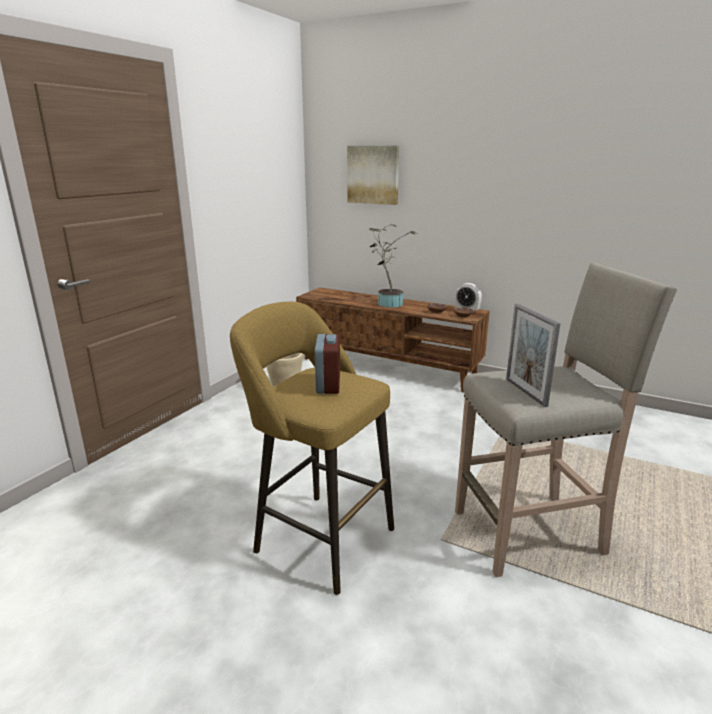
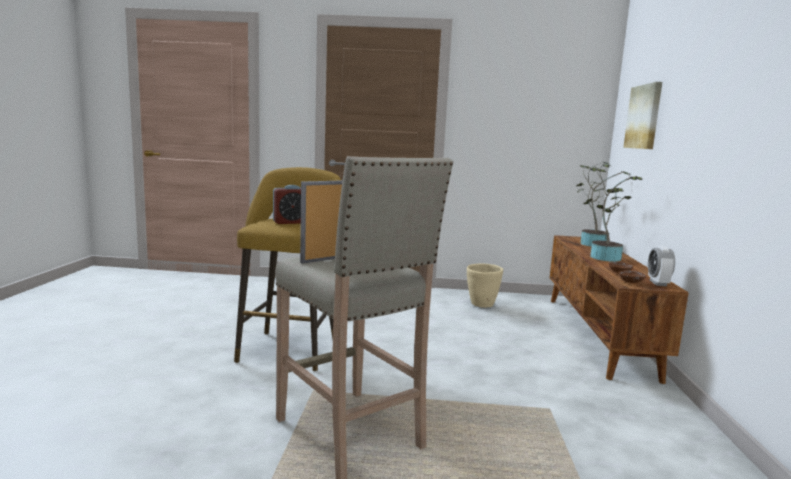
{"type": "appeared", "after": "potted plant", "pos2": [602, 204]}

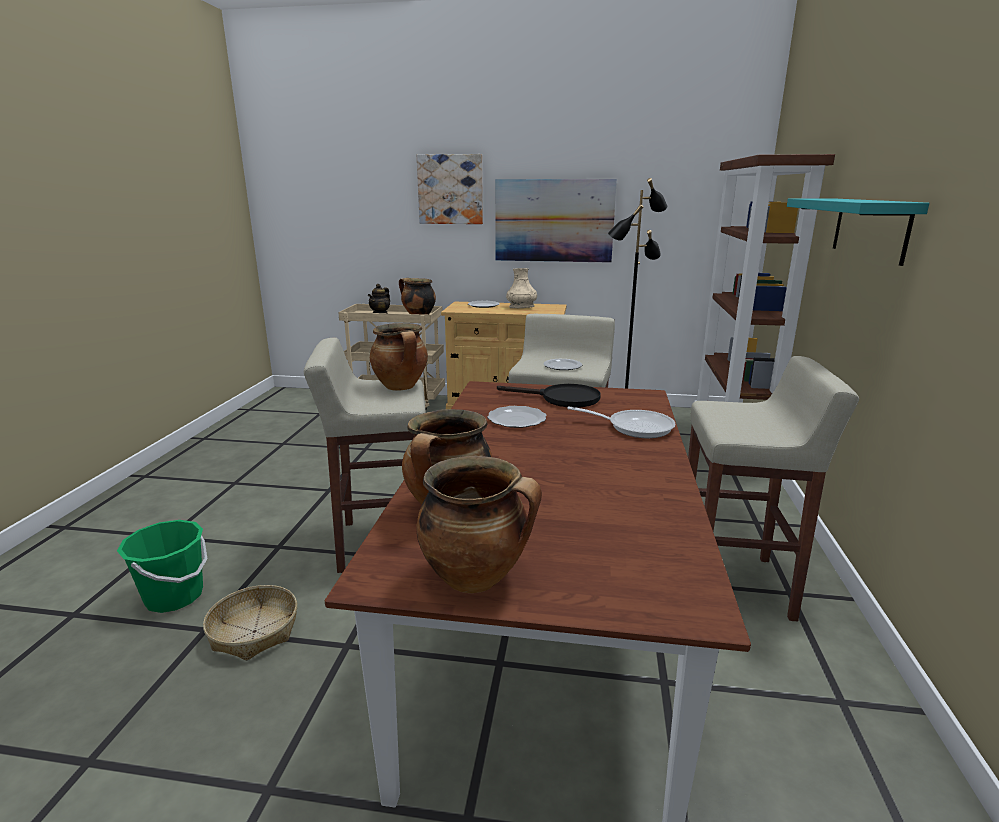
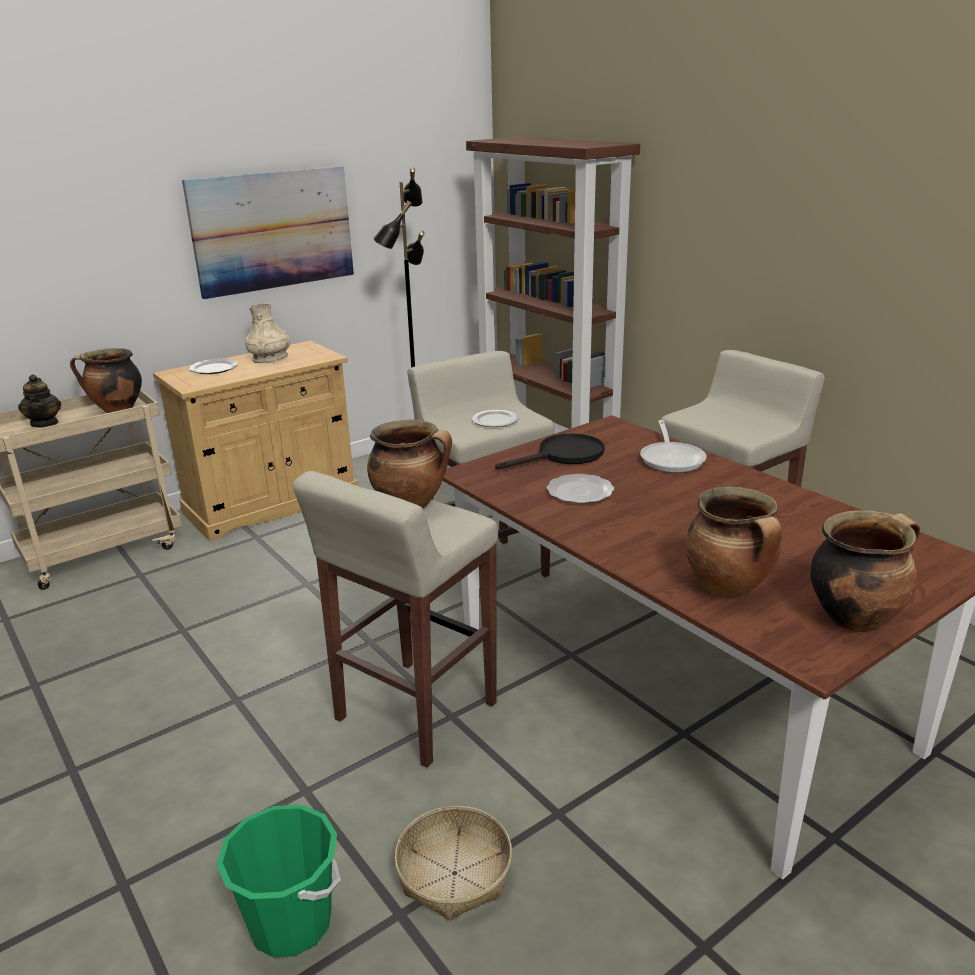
{"type": "spun", "before": "frying pan", "pos1": [621, 422], "pos2": [673, 446], "turn": 120}
{"type": "missing", "before": "picture", "pos1": [450, 189]}
{"type": "missing", "before": "turquoise shelf", "pos1": [858, 232]}

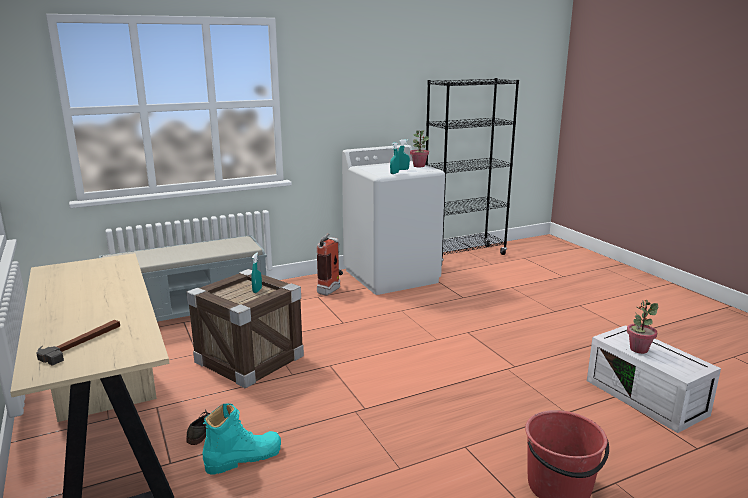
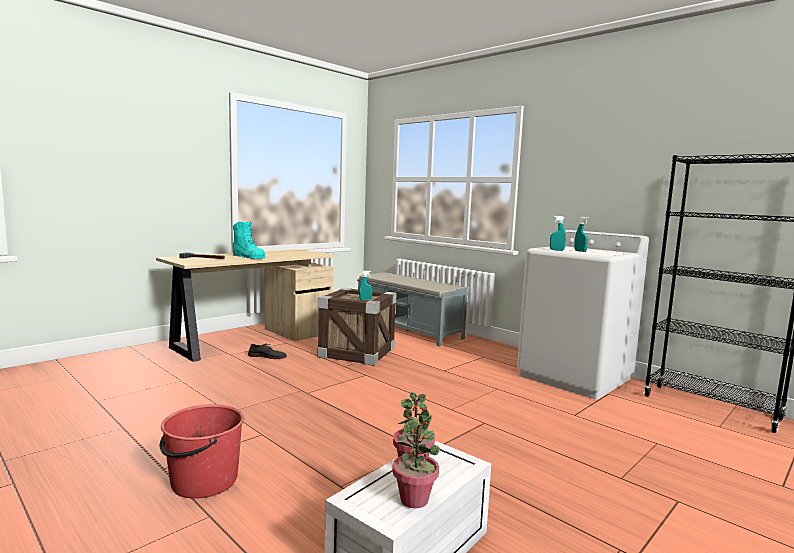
{"type": "relocated", "before": "turquoise boot", "pos1": [241, 438], "pos2": [249, 240]}
{"type": "relocated", "before": "potted plant", "pos1": [419, 148], "pos2": [416, 461]}
{"type": "missing", "before": "fire extinguisher", "pos1": [330, 264]}

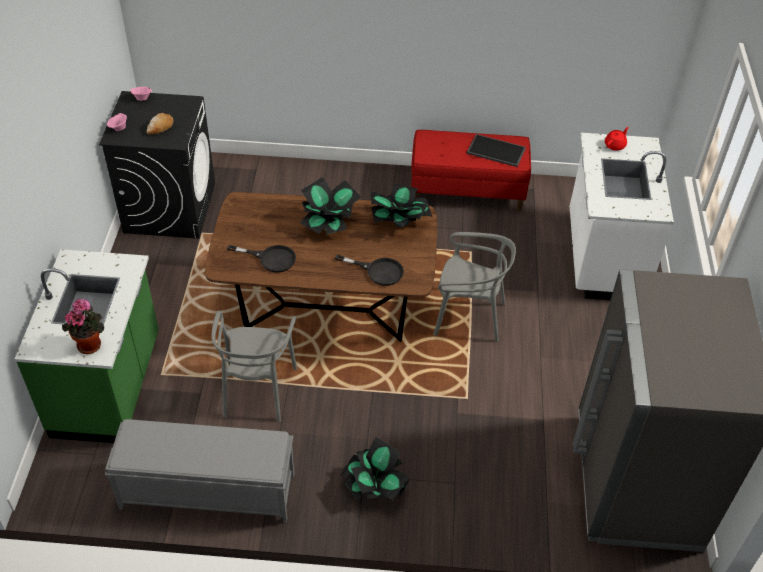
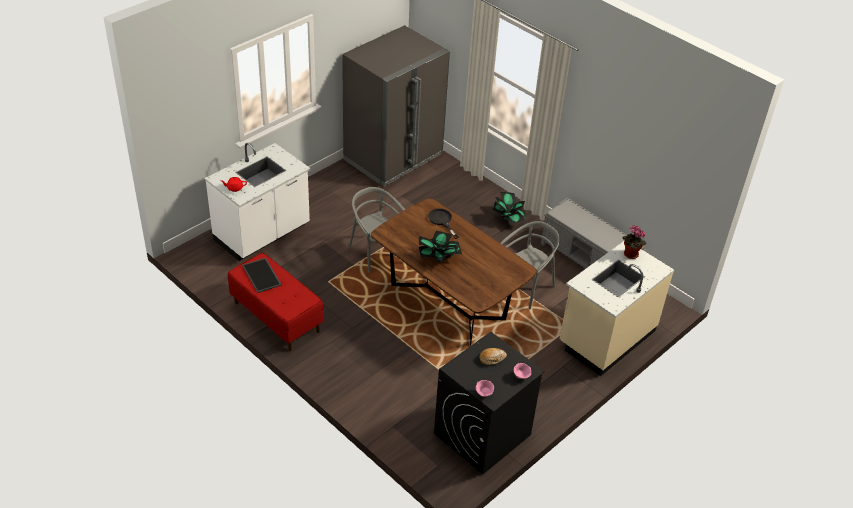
{"type": "colour", "before": "green counter", "after": "beige counter", "pos1": [87, 346], "pos2": [617, 308]}
{"type": "missing", "before": "black frying pan", "pos1": [261, 259]}
{"type": "missing", "before": "potted plant", "pos1": [401, 205]}

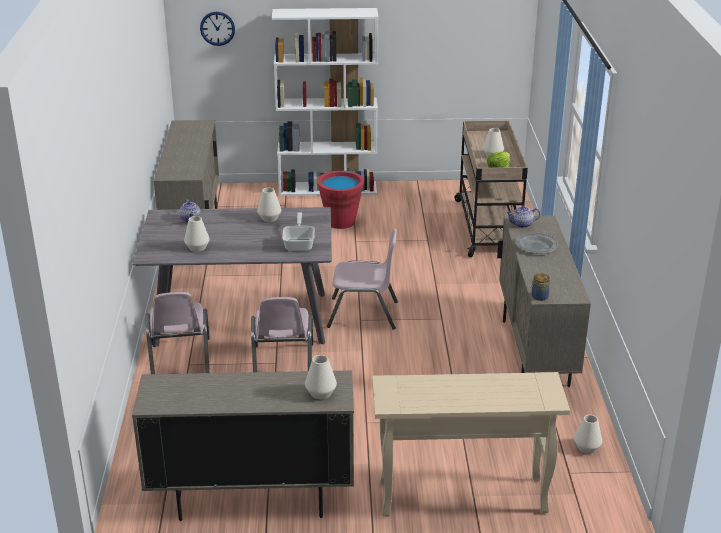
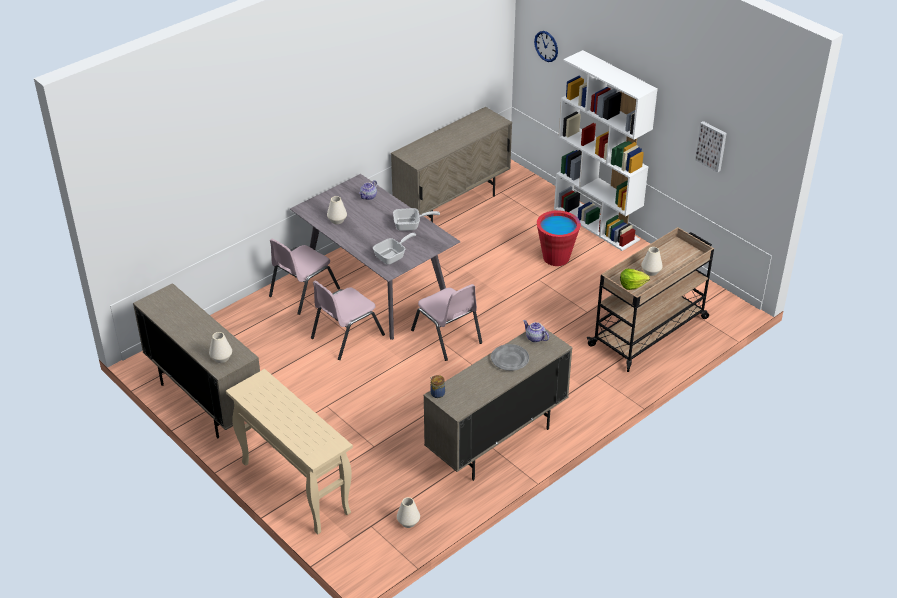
{"type": "exchanged", "before": "white vase", "after": "frying pan", "pos1": [269, 205], "pos2": [416, 219]}
{"type": "appeared", "after": "picture", "pos2": [711, 146]}

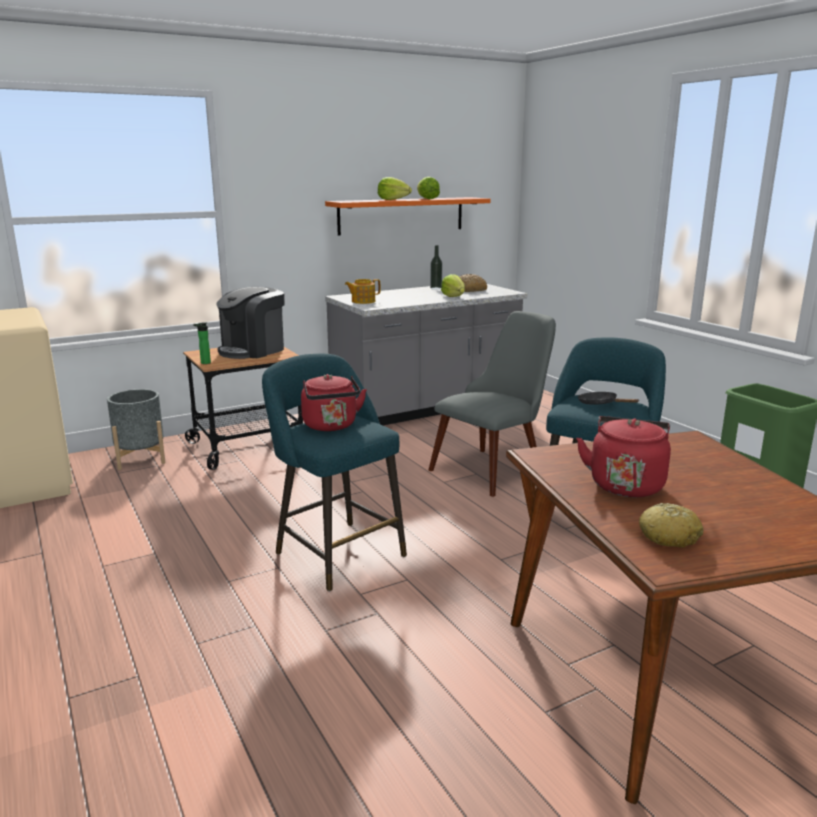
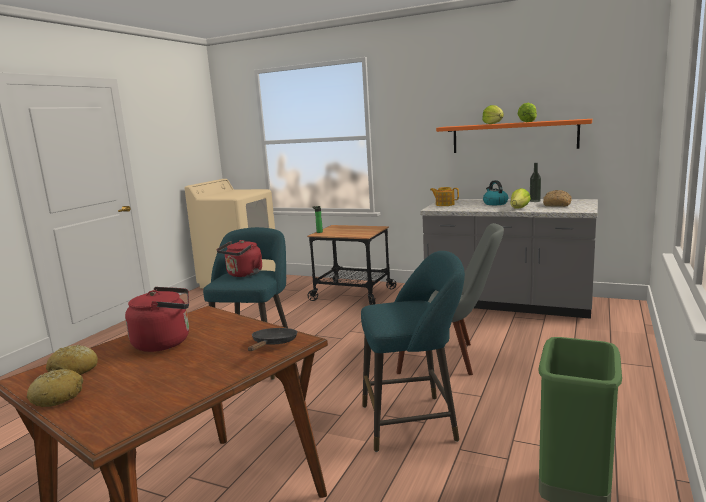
{"type": "appeared", "after": "bread", "pos2": [54, 388]}
{"type": "relocated", "before": "black frying pan", "pos1": [608, 398], "pos2": [272, 339]}
{"type": "appeared", "after": "kettle", "pos2": [495, 192]}
{"type": "missing", "before": "grey planter", "pos1": [136, 429]}
{"type": "missing", "before": "coffee machine", "pos1": [250, 323]}

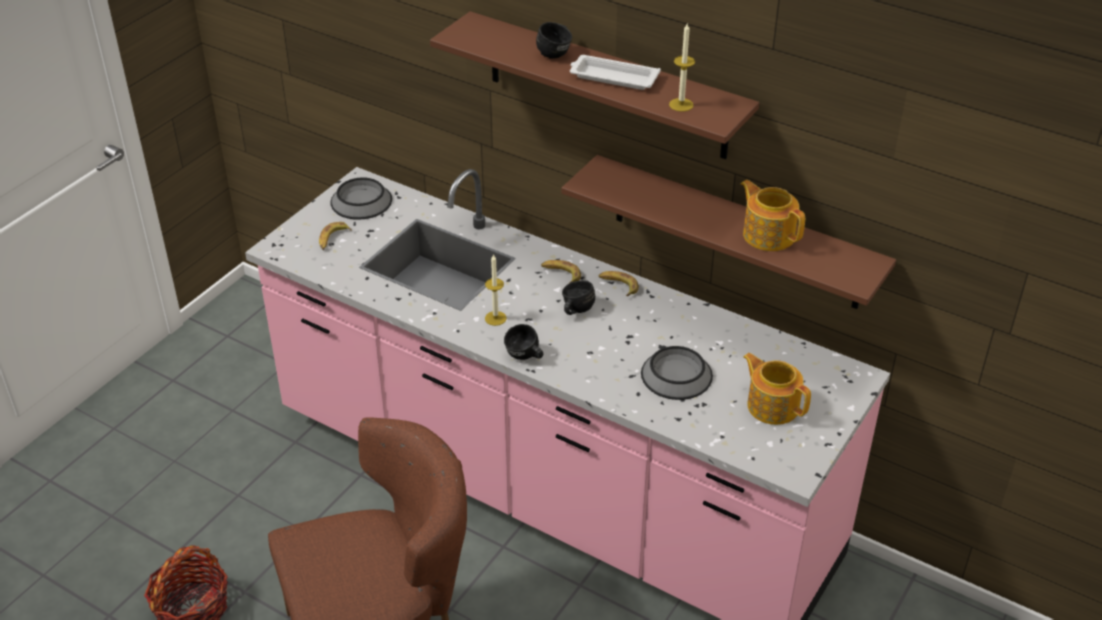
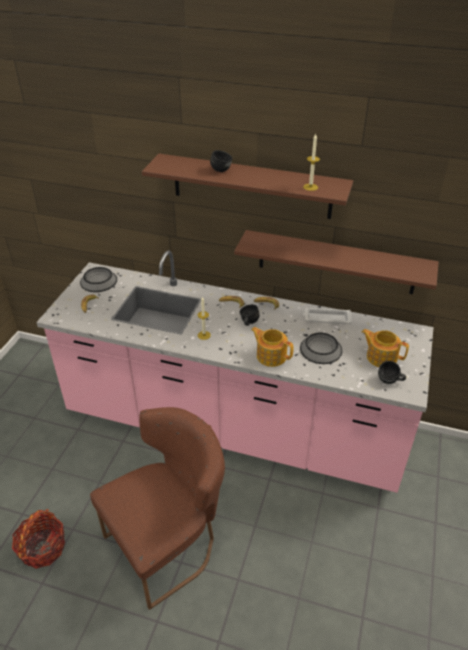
{"type": "relocated", "before": "teapot", "pos1": [773, 215], "pos2": [272, 347]}
{"type": "relocated", "before": "white tray", "pos1": [615, 72], "pos2": [327, 316]}
{"type": "relocated", "before": "black mug", "pos1": [523, 342], "pos2": [392, 372]}

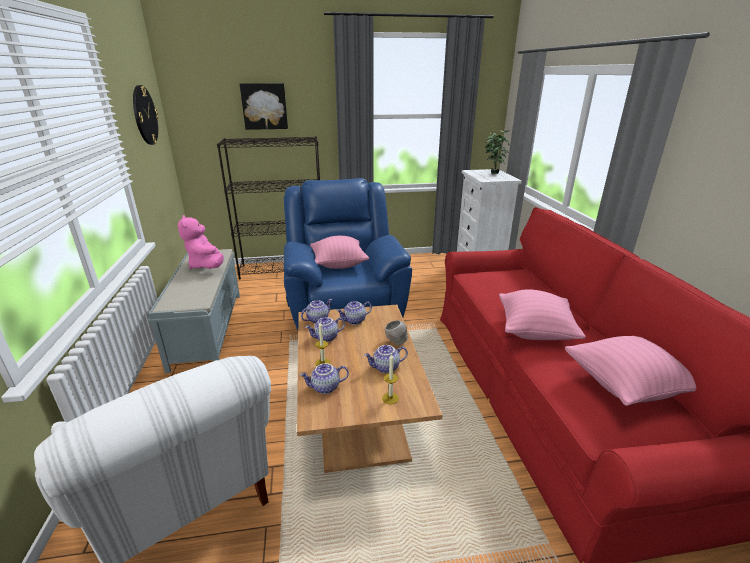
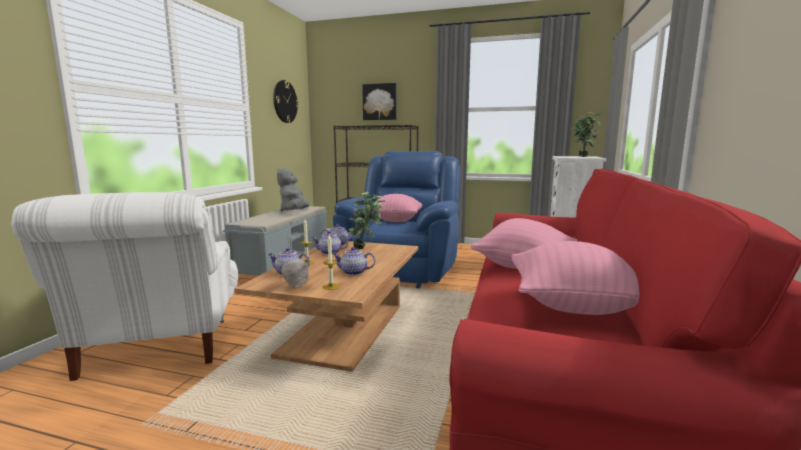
{"type": "colour", "before": "pink plush toy", "after": "grey plush toy", "pos1": [201, 242], "pos2": [293, 189]}
{"type": "relocated", "before": "grey bowl", "pos1": [396, 332], "pos2": [295, 273]}
{"type": "exchanged", "before": "teapot", "after": "potted plant", "pos1": [354, 313], "pos2": [366, 220]}

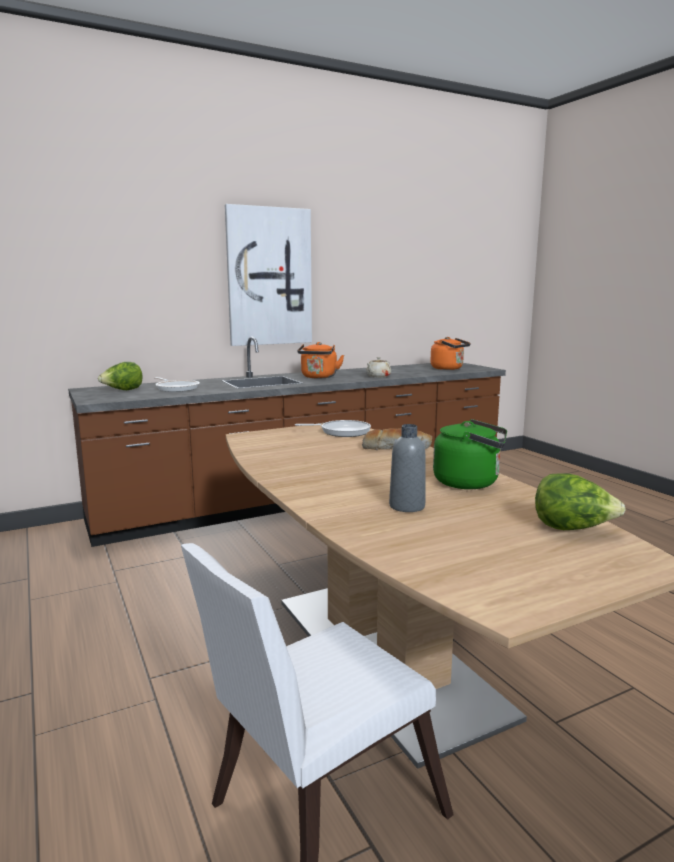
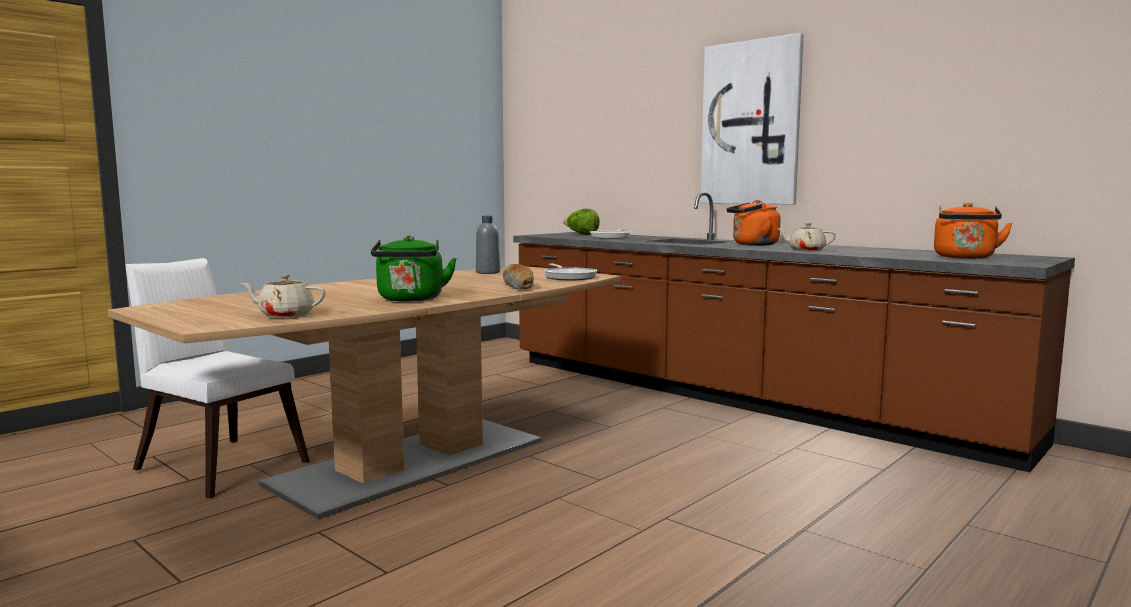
{"type": "exchanged", "before": "lettuce", "after": "beige teapot", "pos1": [580, 501], "pos2": [283, 296]}
{"type": "relocated", "before": "grey bottle", "pos1": [407, 468], "pos2": [488, 245]}

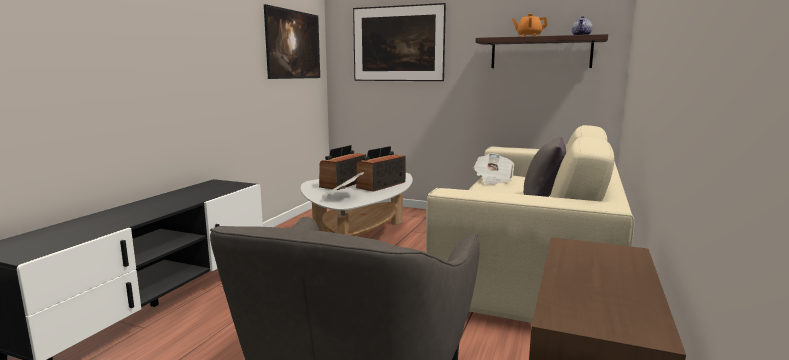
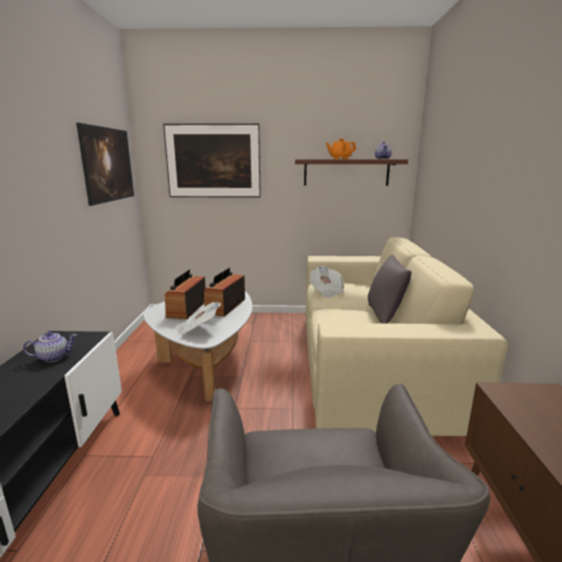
{"type": "appeared", "after": "teapot", "pos2": [50, 347]}

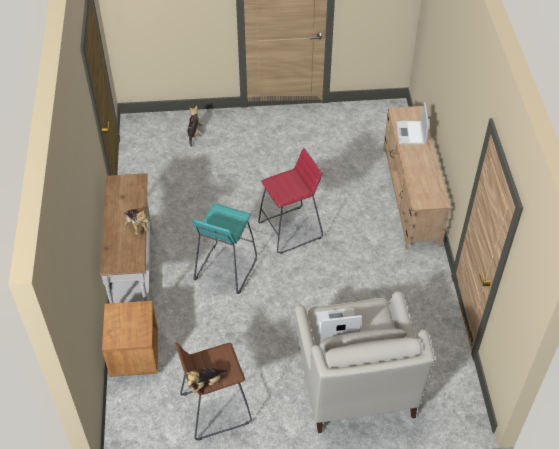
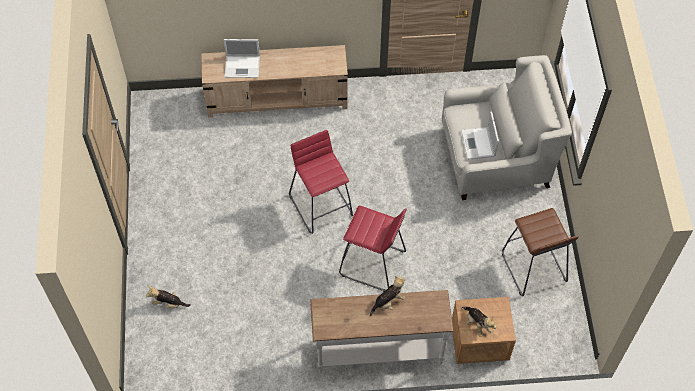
{"type": "colour", "before": "turquoise stool", "after": "red stool", "pos1": [224, 248], "pos2": [373, 249]}
{"type": "relocated", "before": "plush toy", "pos1": [206, 380], "pos2": [479, 322]}

